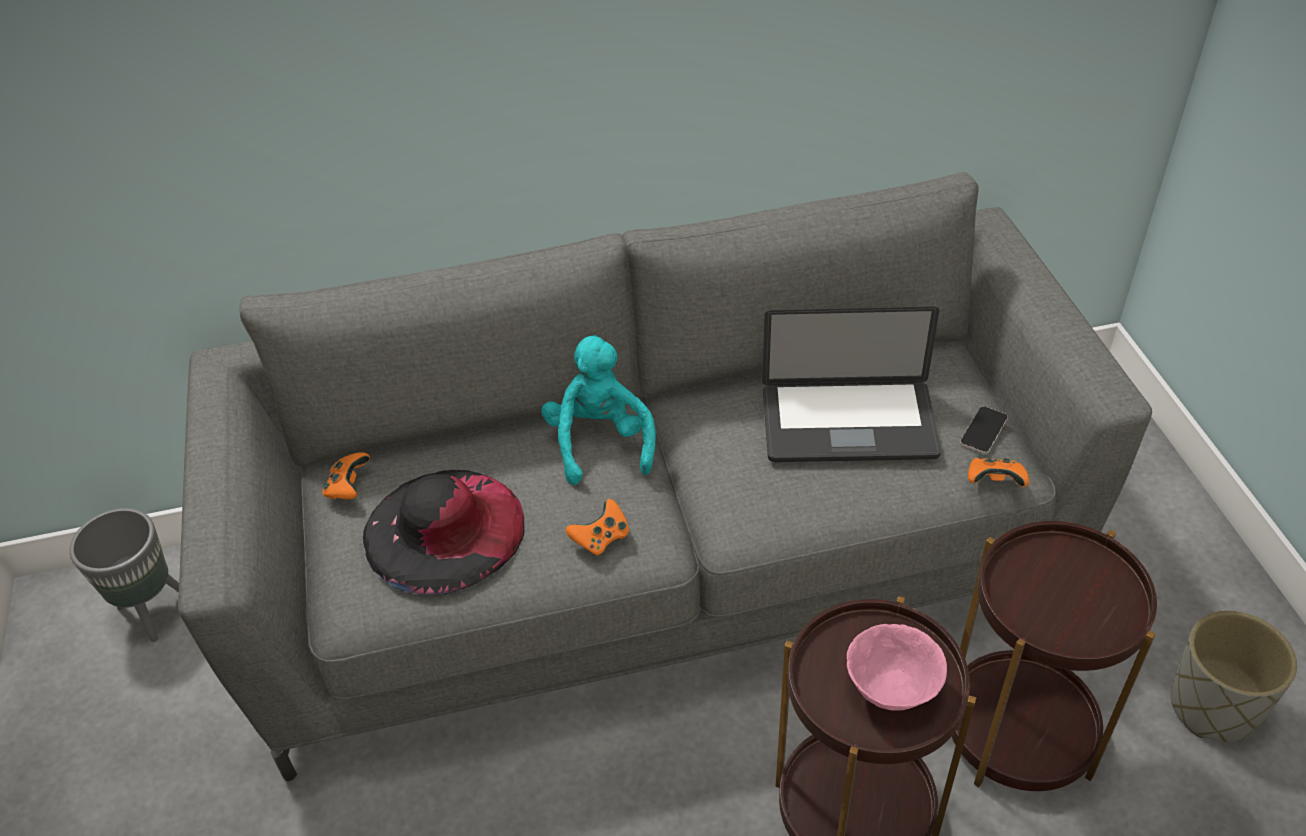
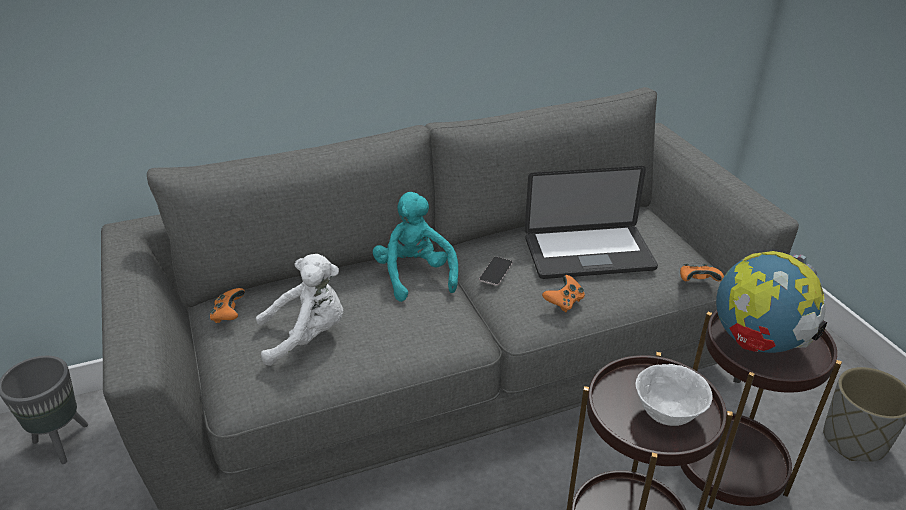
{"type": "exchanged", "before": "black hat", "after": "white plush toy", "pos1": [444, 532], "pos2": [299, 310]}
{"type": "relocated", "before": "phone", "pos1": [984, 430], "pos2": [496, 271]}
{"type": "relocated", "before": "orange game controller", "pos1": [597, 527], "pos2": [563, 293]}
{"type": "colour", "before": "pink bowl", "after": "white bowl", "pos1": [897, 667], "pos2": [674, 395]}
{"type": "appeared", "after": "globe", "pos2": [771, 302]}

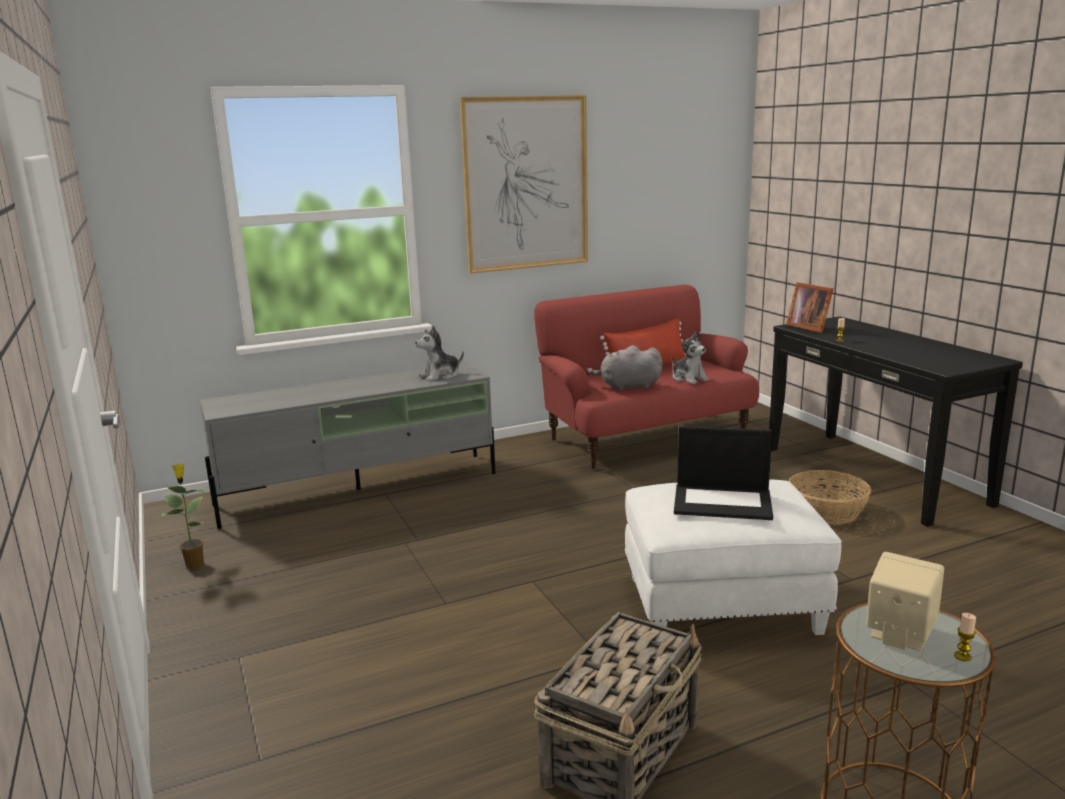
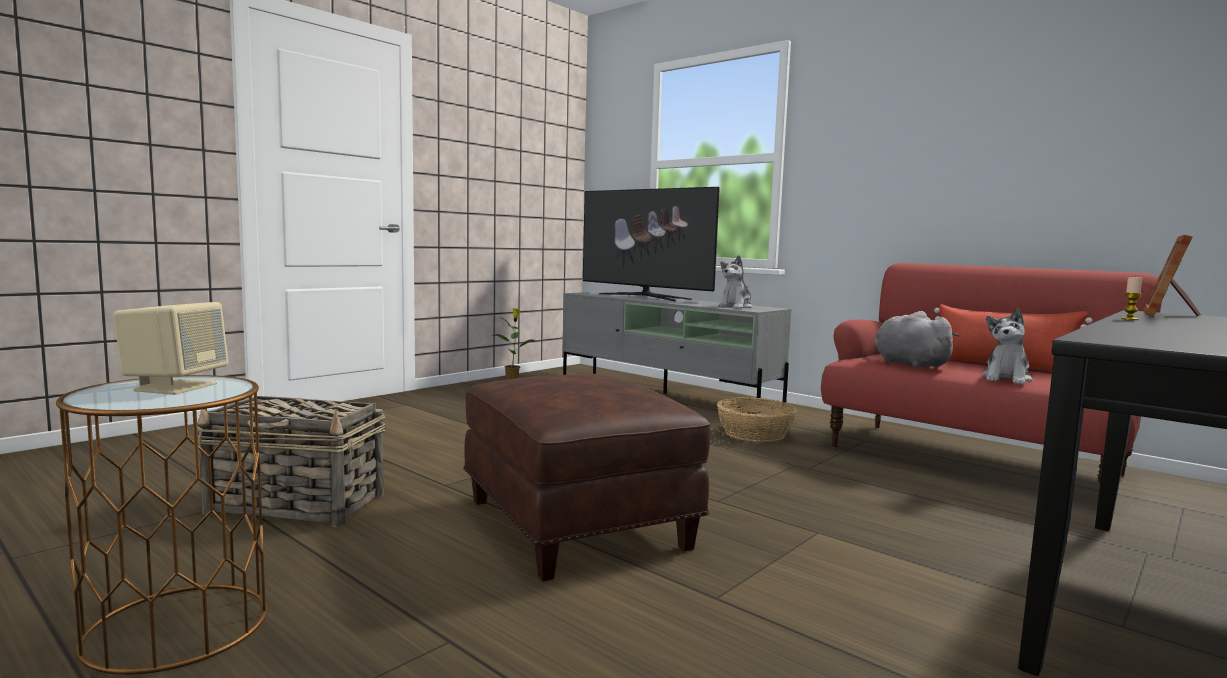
{"type": "colour", "before": "white ottoman", "after": "brown ottoman", "pos1": [733, 557], "pos2": [586, 477]}
{"type": "appeared", "after": "television", "pos2": [651, 244]}
{"type": "relocated", "before": "basket", "pos1": [830, 497], "pos2": [757, 419]}
{"type": "spun", "before": "plush toy", "pos1": [439, 353], "pos2": [735, 282], "turn": -90}
{"type": "missing", "before": "picture", "pos1": [524, 184]}
{"type": "missing", "before": "laptop", "pos1": [723, 473]}
{"type": "missing", "before": "candle", "pos1": [965, 637]}

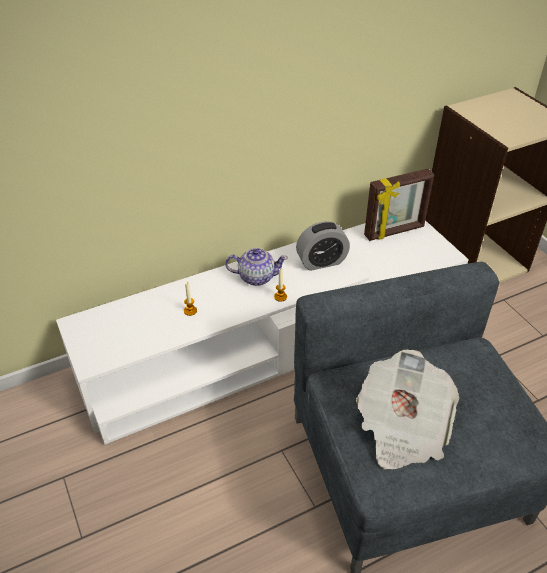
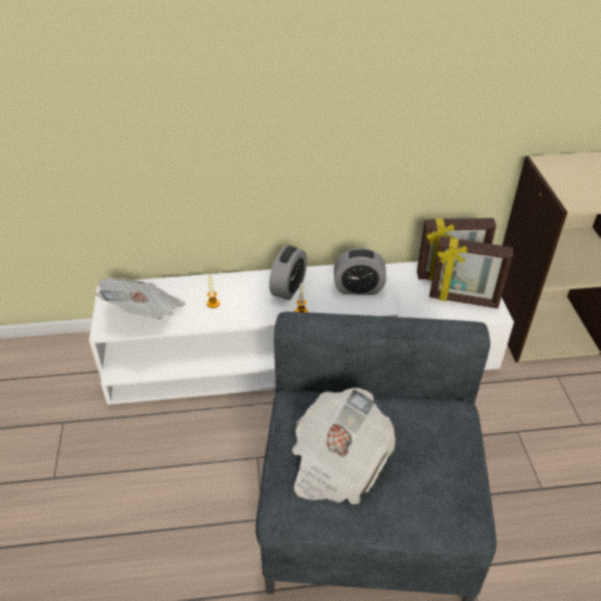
{"type": "appeared", "after": "newspaper", "pos2": [141, 298]}
{"type": "exchanged", "before": "teapot", "after": "alarm clock", "pos1": [256, 267], "pos2": [288, 273]}
{"type": "appeared", "after": "picture frame", "pos2": [471, 272]}

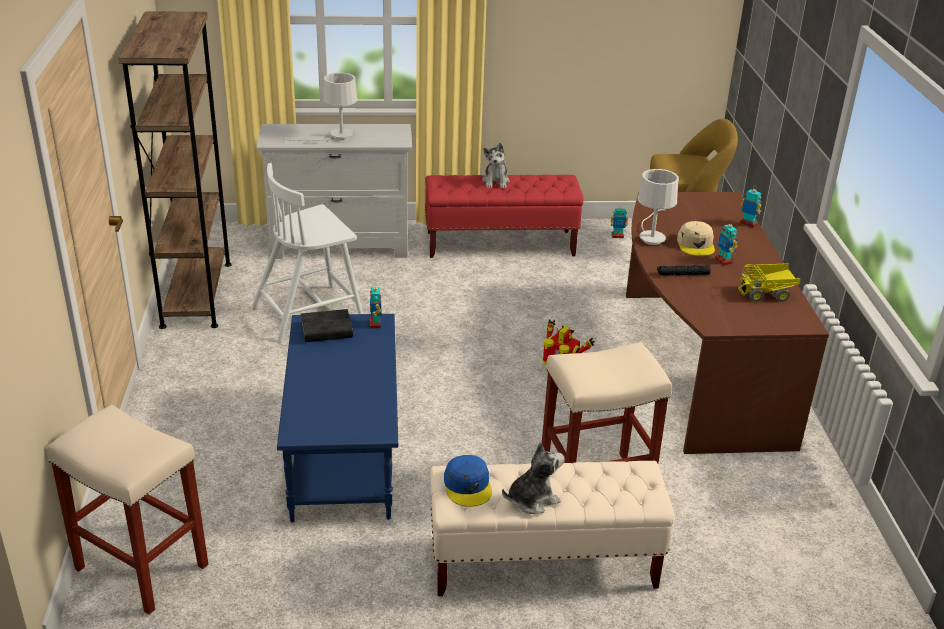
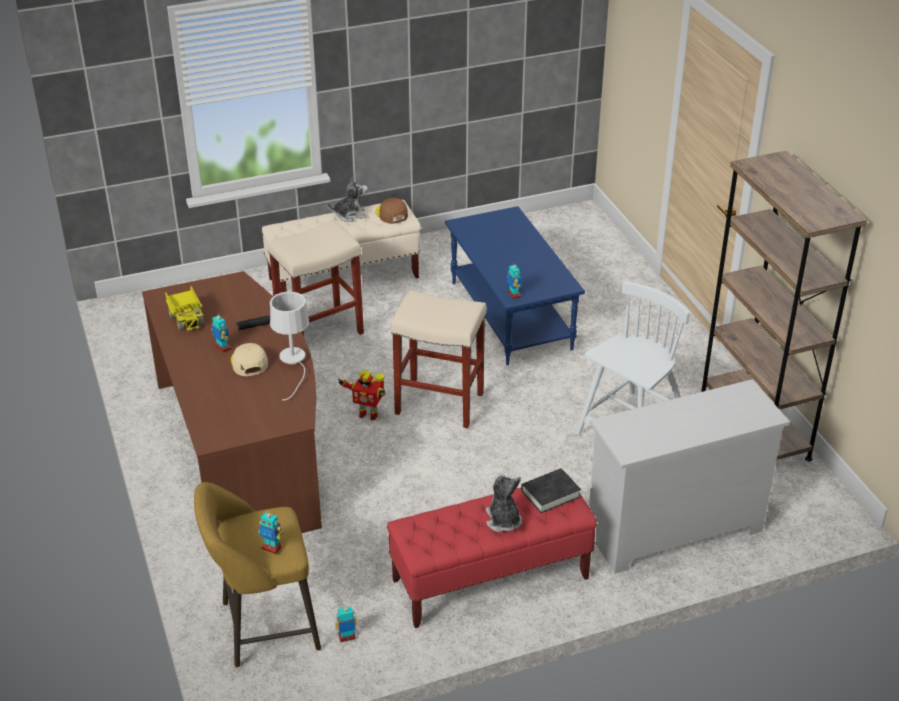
{"type": "spun", "before": "toy truck", "pos1": [769, 282], "pos2": [184, 308], "turn": 90}
{"type": "relocated", "before": "toy robot", "pos1": [750, 207], "pos2": [271, 533]}
{"type": "spun", "before": "plush toy", "pos1": [533, 478], "pos2": [347, 199], "turn": -150}
{"type": "colour", "before": "blue cap", "after": "brown cap", "pos1": [468, 481], "pos2": [391, 211]}
{"type": "relocated", "before": "beige stool", "pos1": [127, 509], "pos2": [439, 359]}
{"type": "relocated", "before": "black book", "pos1": [327, 325], "pos2": [551, 490]}
{"type": "missing", "before": "white table lamp", "pos1": [319, 107]}

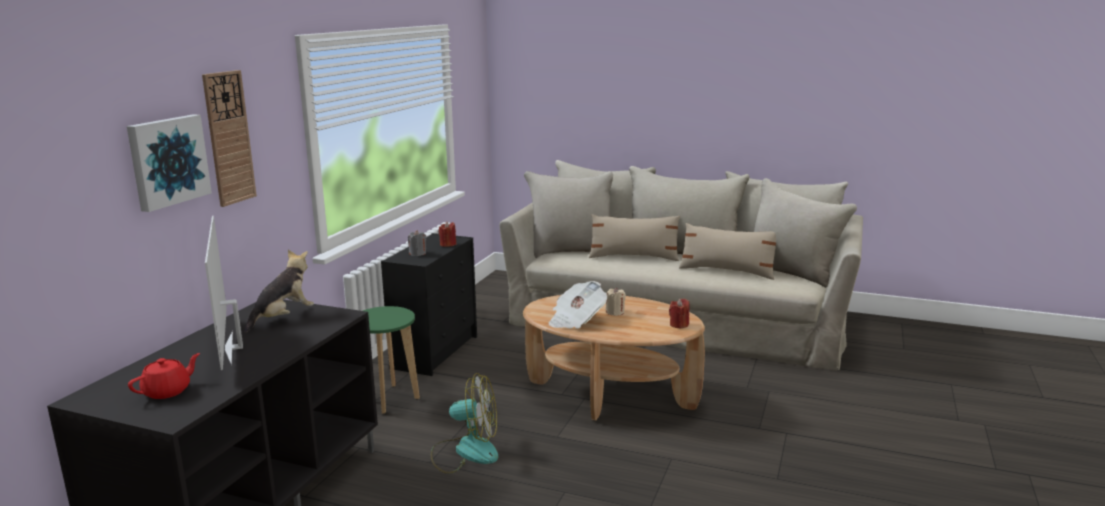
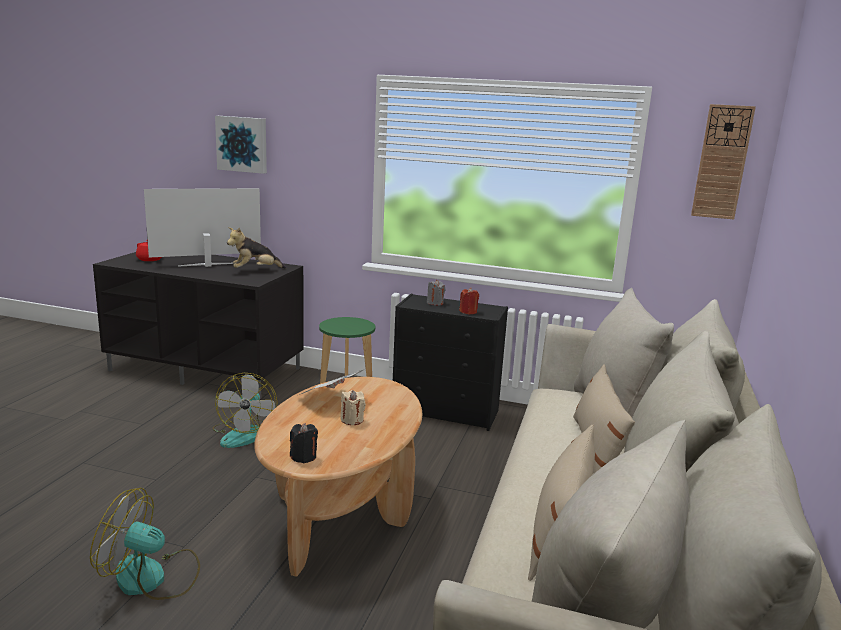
{"type": "appeared", "after": "fan", "pos2": [145, 544]}
{"type": "spun", "before": "plush toy", "pos1": [279, 291], "pos2": [256, 248], "turn": 120}
{"type": "colour", "before": "red candle", "after": "black candle", "pos1": [679, 314], "pos2": [304, 443]}
{"type": "relocated", "before": "wall clock", "pos1": [229, 138], "pos2": [723, 161]}

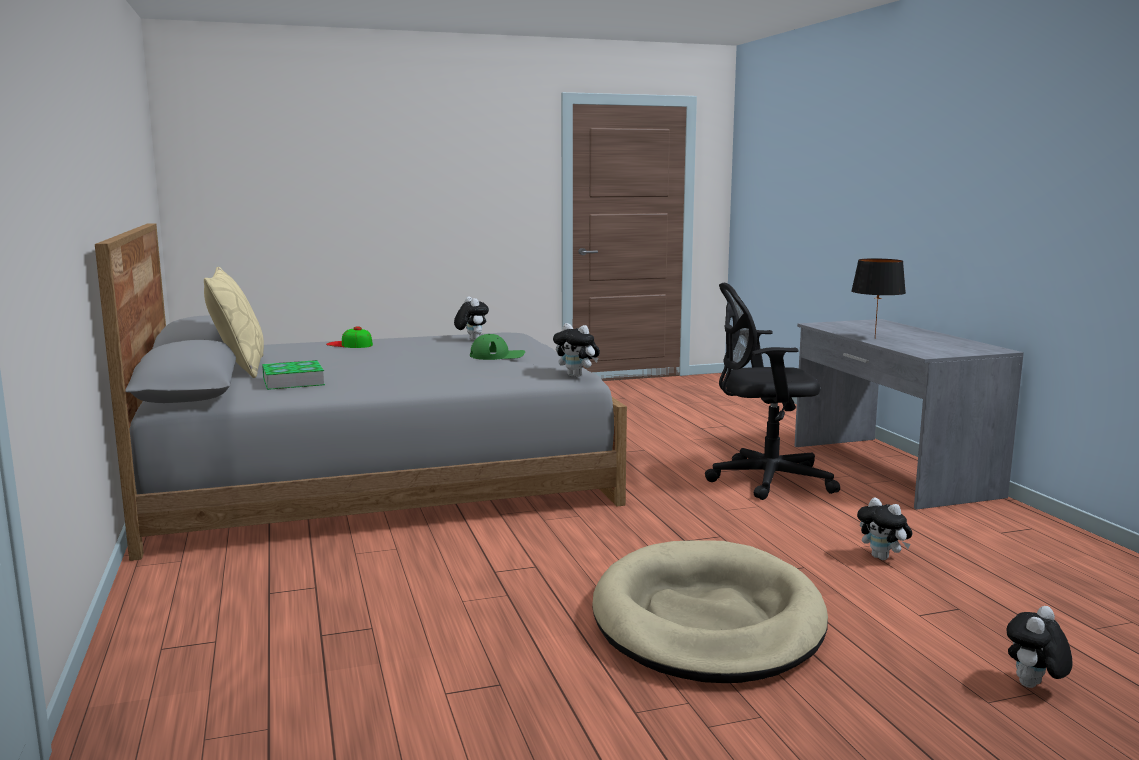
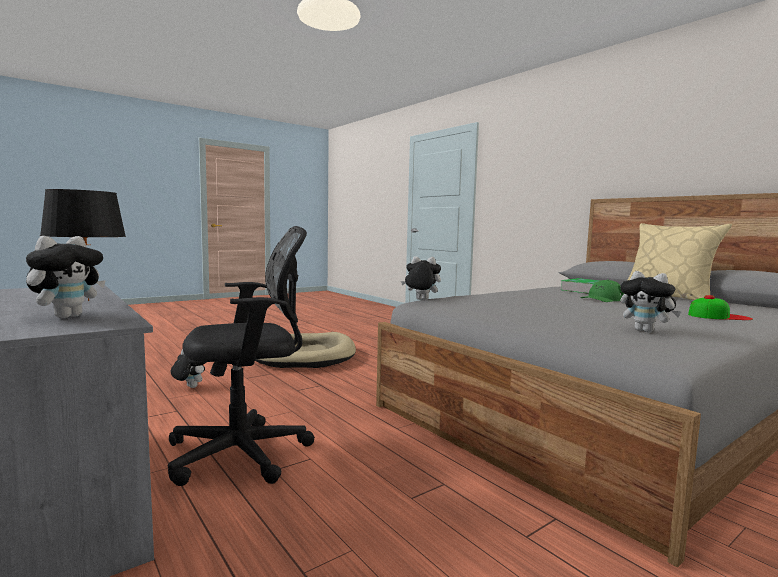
{"type": "relocated", "before": "plush toy", "pos1": [1040, 647], "pos2": [66, 277]}
{"type": "relocated", "before": "green cap", "pos1": [497, 347], "pos2": [602, 291]}

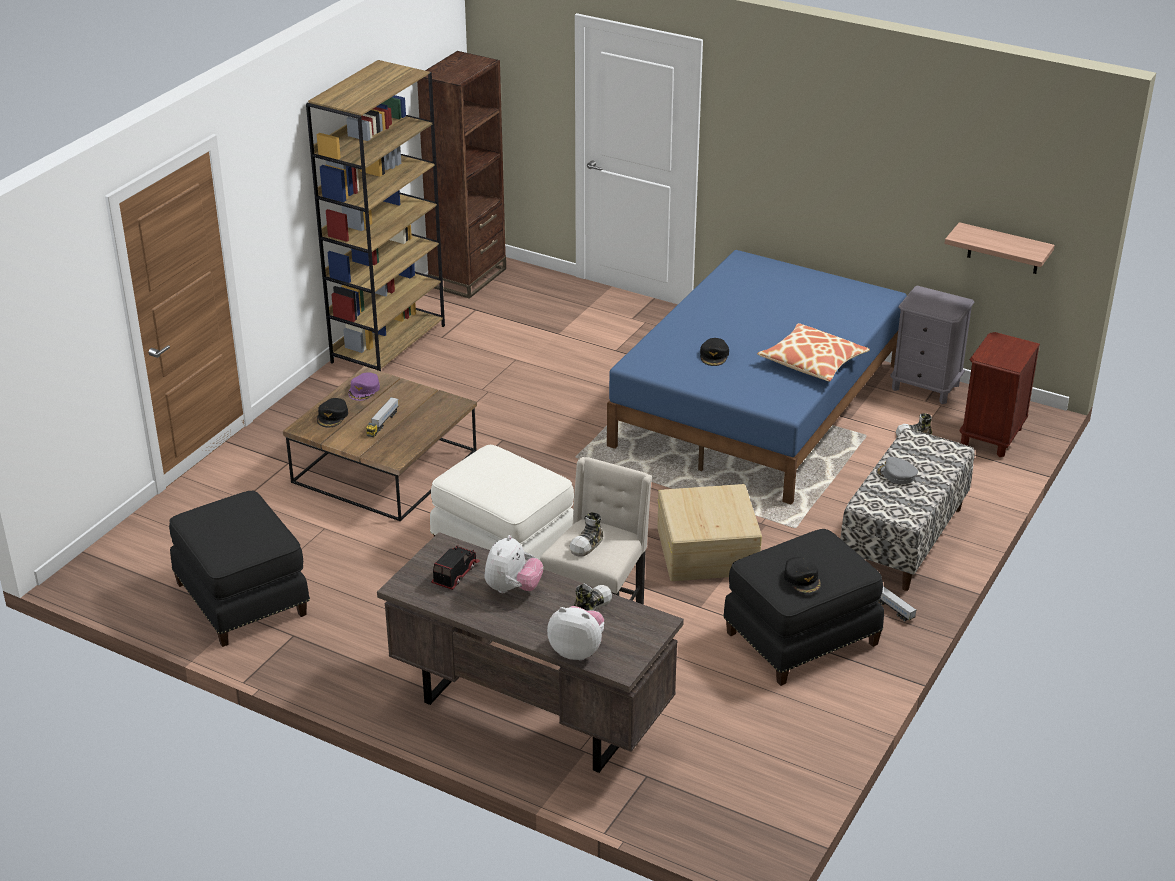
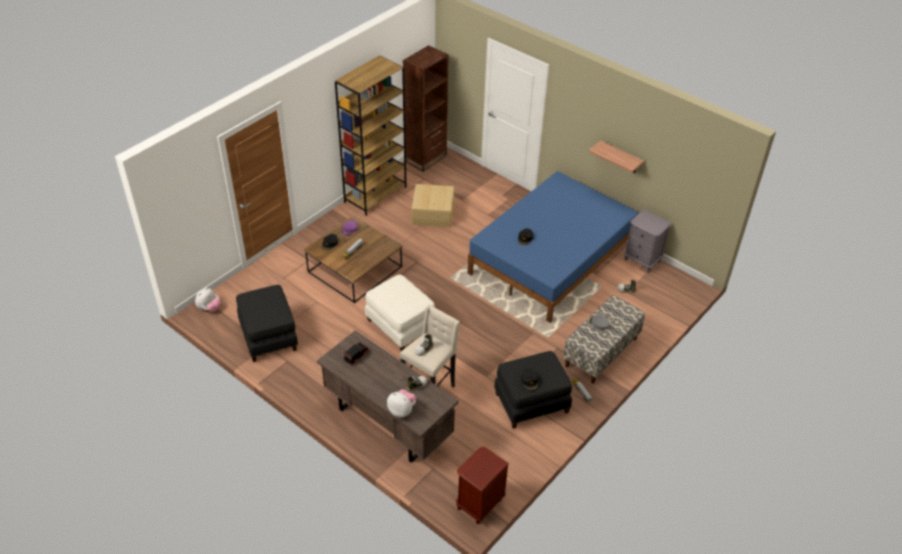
{"type": "relocated", "before": "plush toy", "pos1": [514, 564], "pos2": [208, 299]}
{"type": "relocated", "before": "beige storage box", "pos1": [709, 532], "pos2": [432, 205]}
{"type": "relocated", "before": "brown nightstand", "pos1": [1000, 394], "pos2": [482, 485]}
{"type": "relocated", "before": "shelf", "pos1": [999, 248], "pos2": [616, 157]}
{"type": "missing", "before": "pillow", "pos1": [813, 352]}

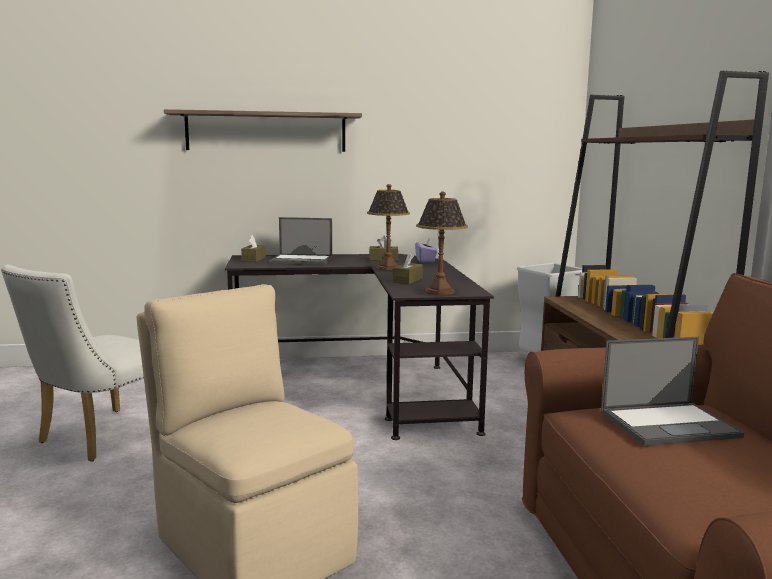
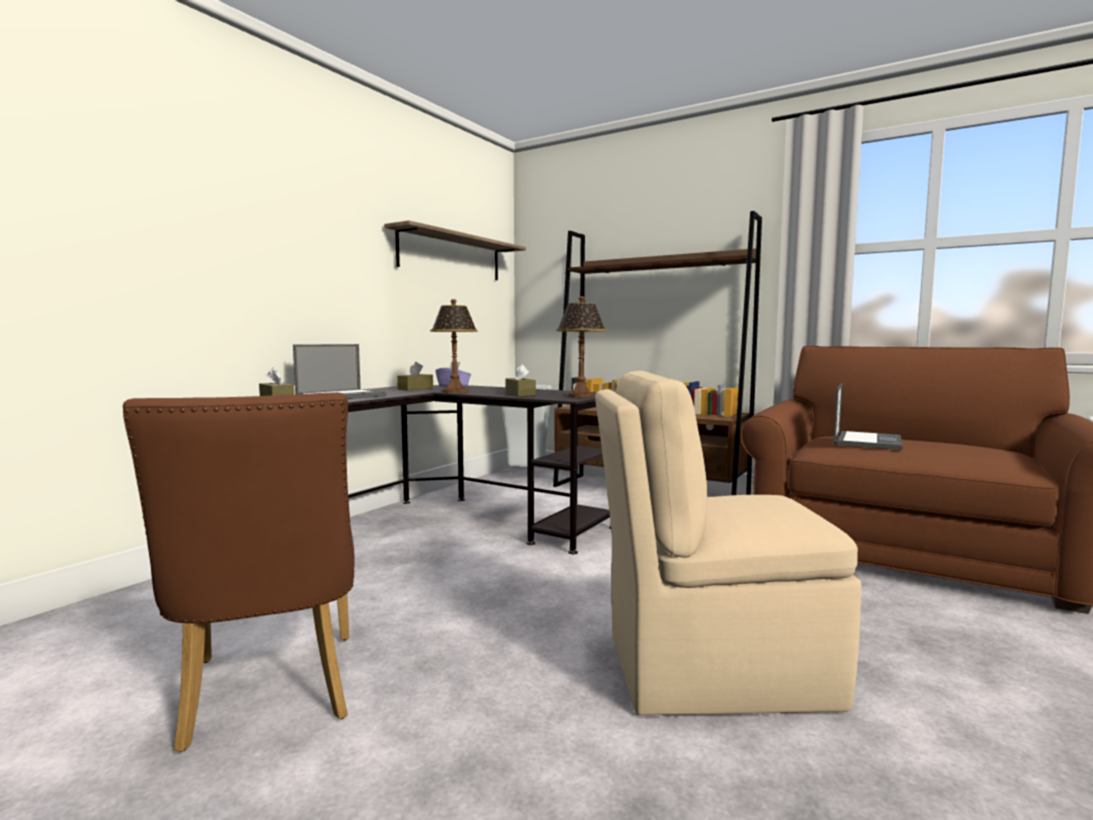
{"type": "colour", "before": "white chair", "after": "brown chair", "pos1": [72, 363], "pos2": [239, 572]}
{"type": "relocated", "before": "shelf", "pos1": [263, 130], "pos2": [455, 250]}

